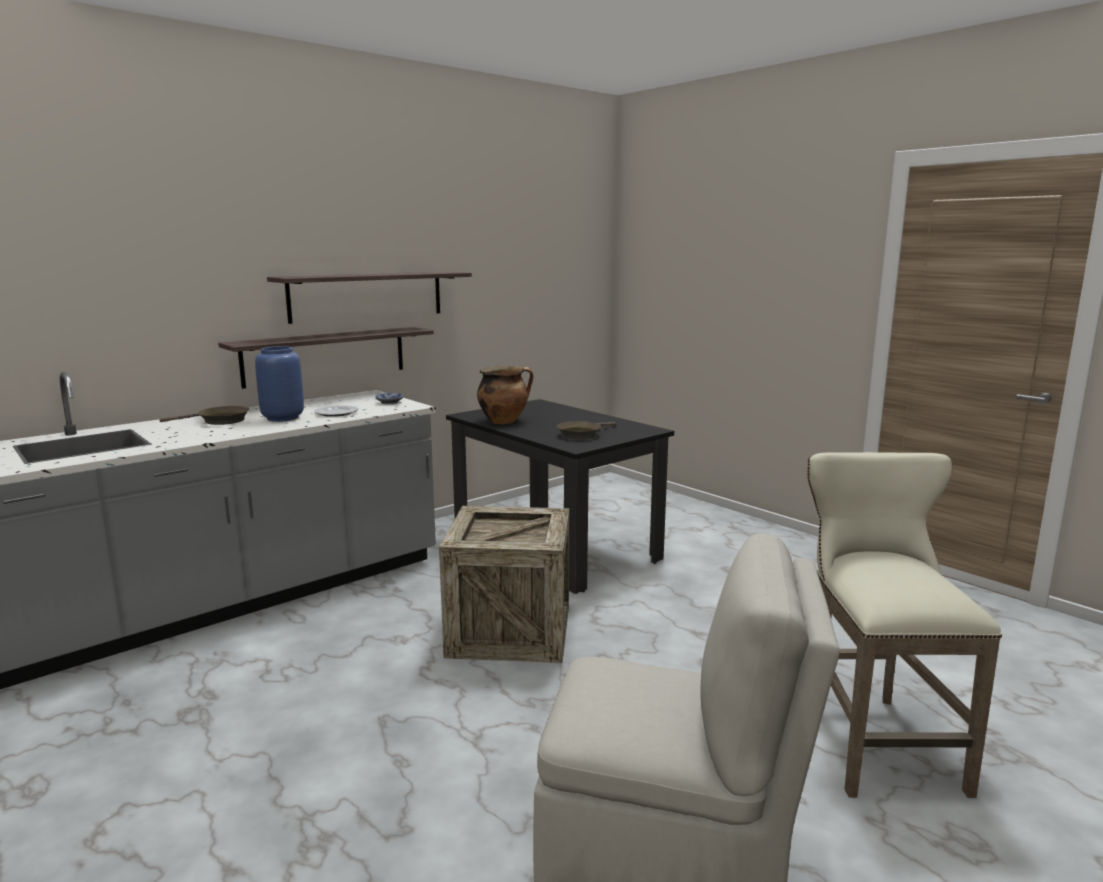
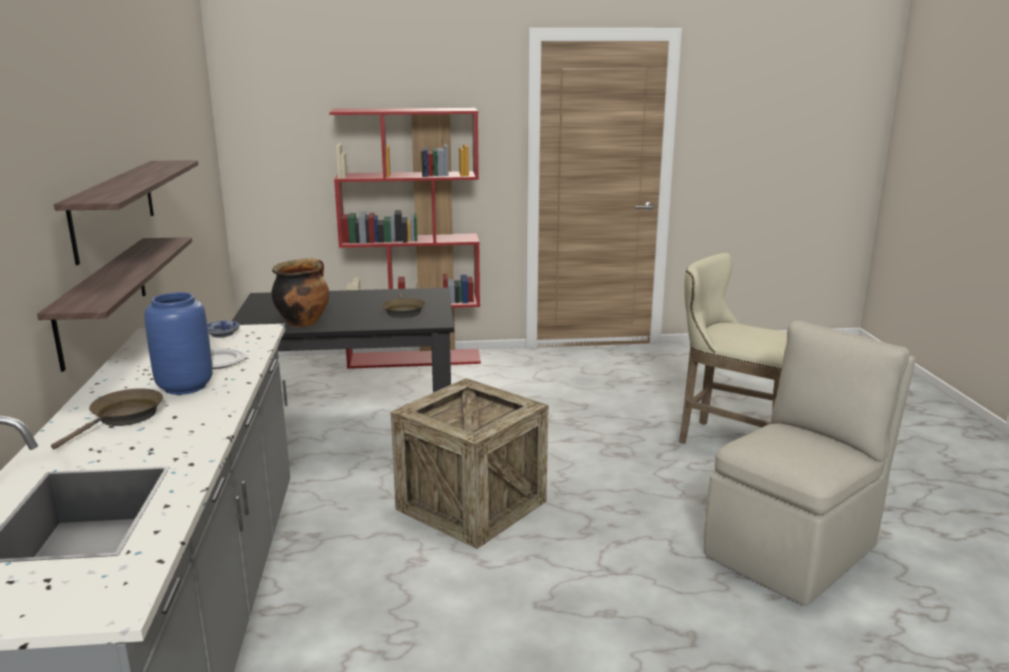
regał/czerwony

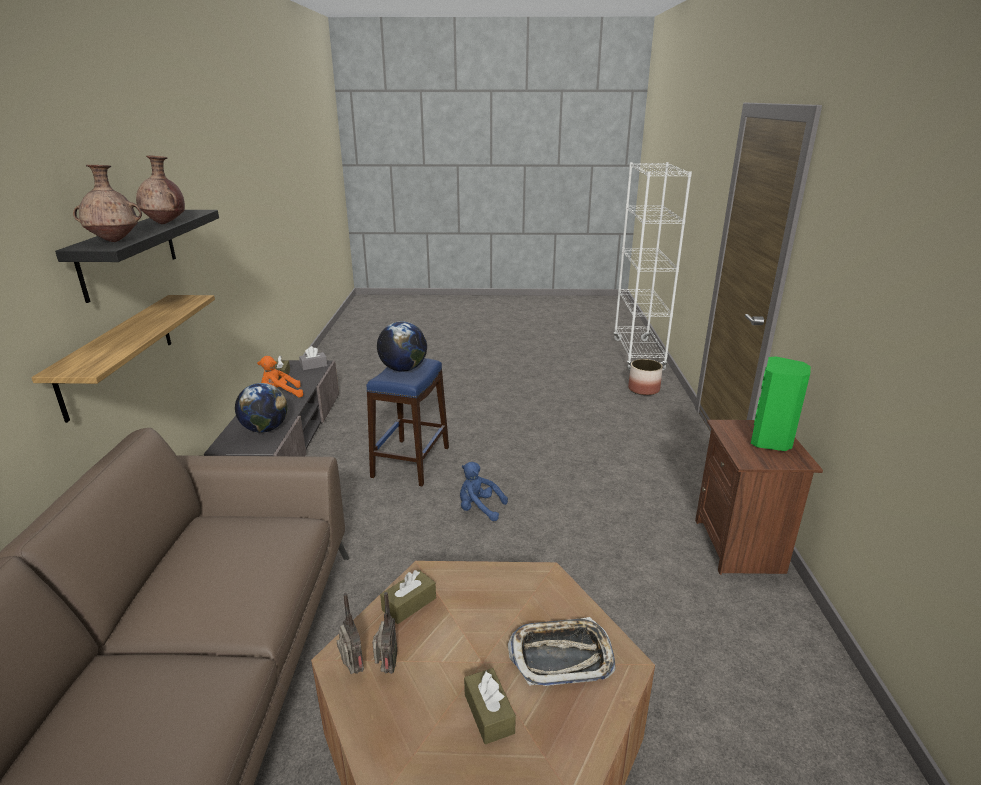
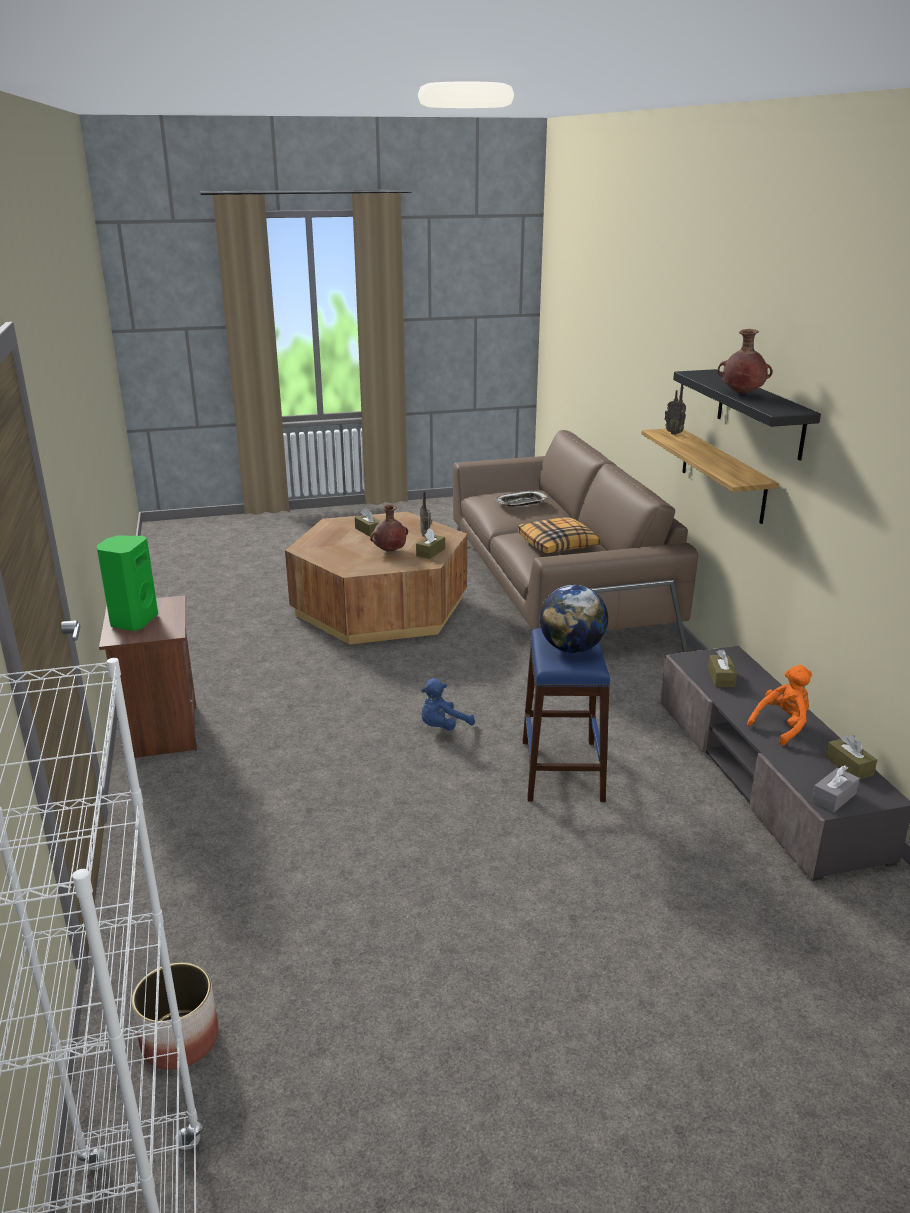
wazon/brązowy (1st from left); pudełko chusteczek/brązowy (3rd from left); pluszak/niebieski; radio (2nd from left); taca; poduszka

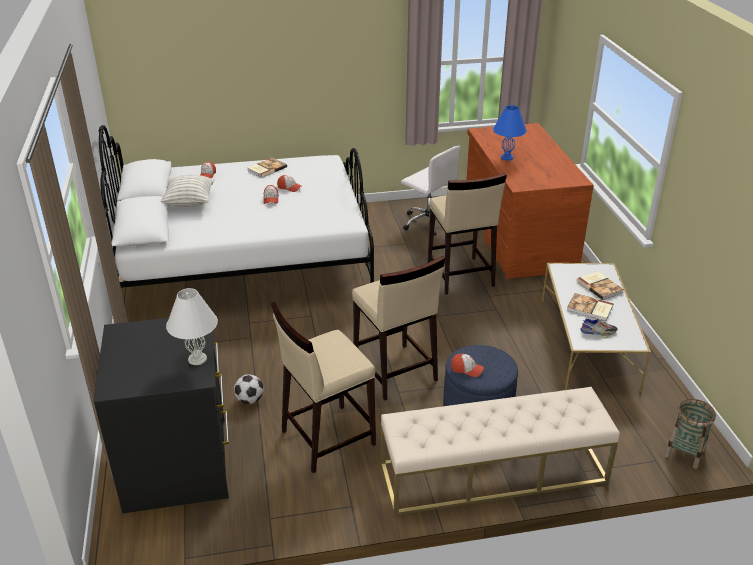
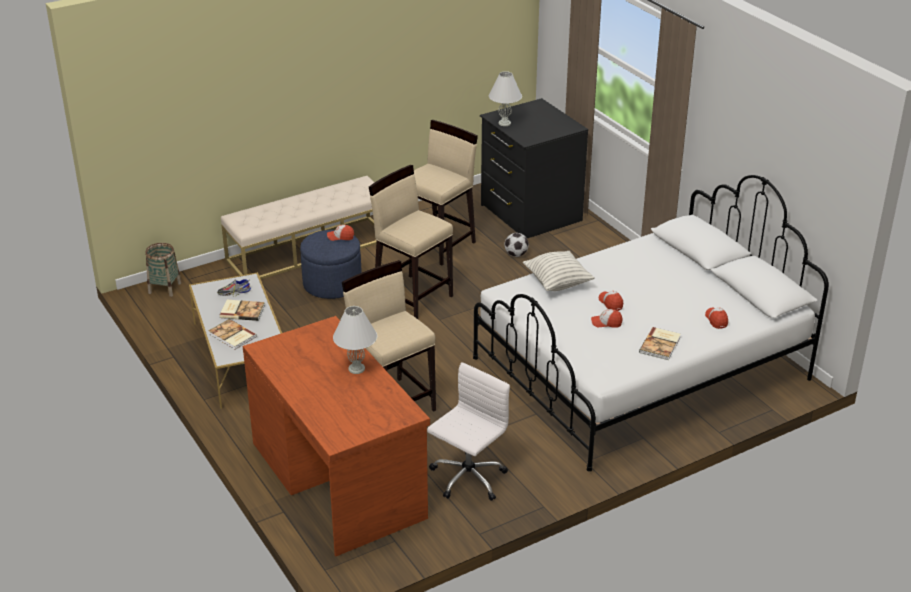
lampa stołowa/biały (1st from left); krzesło biurowe/biały; poduszka

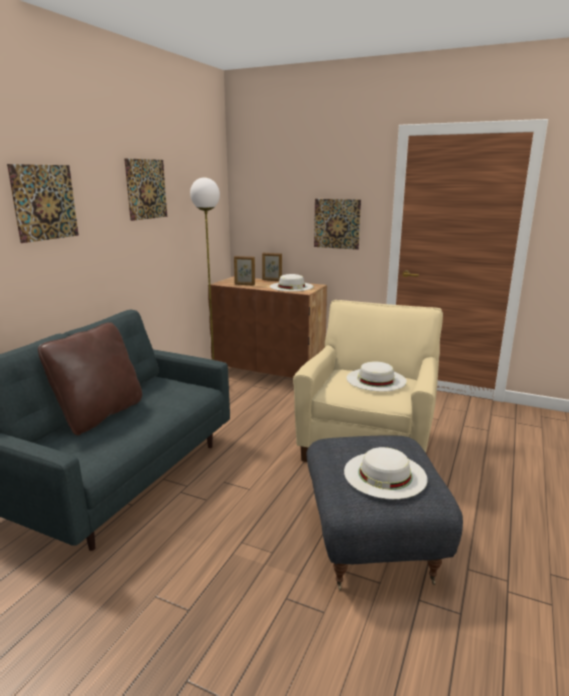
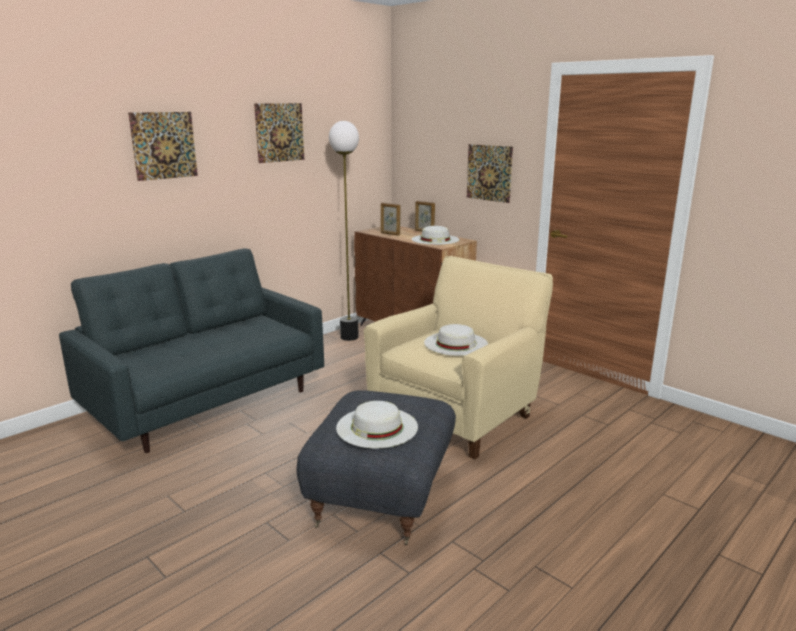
poduszka/brązowy

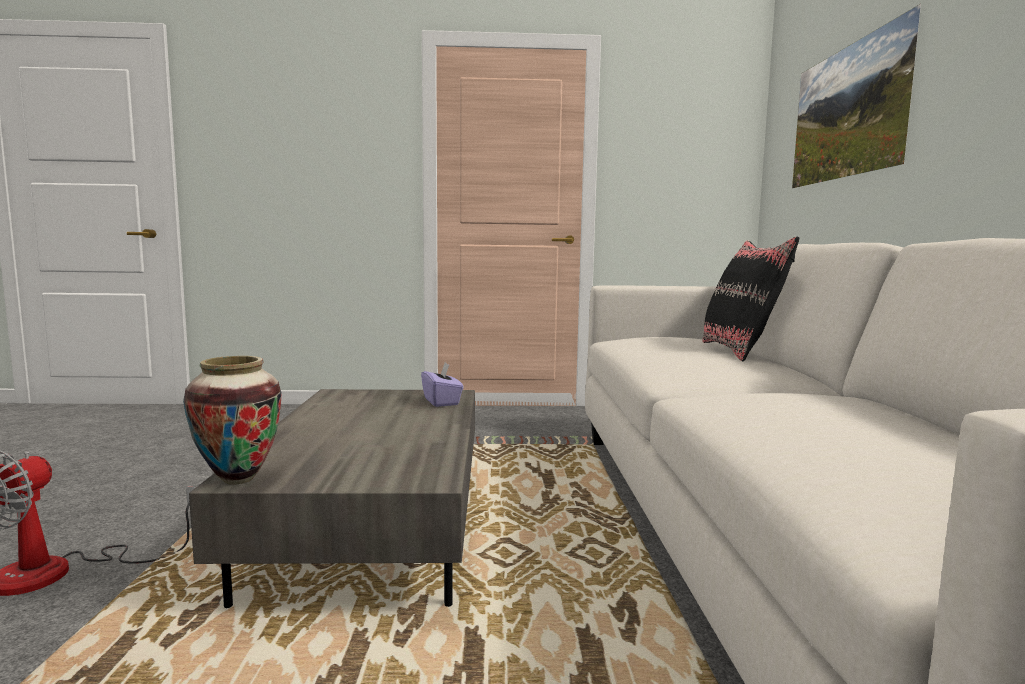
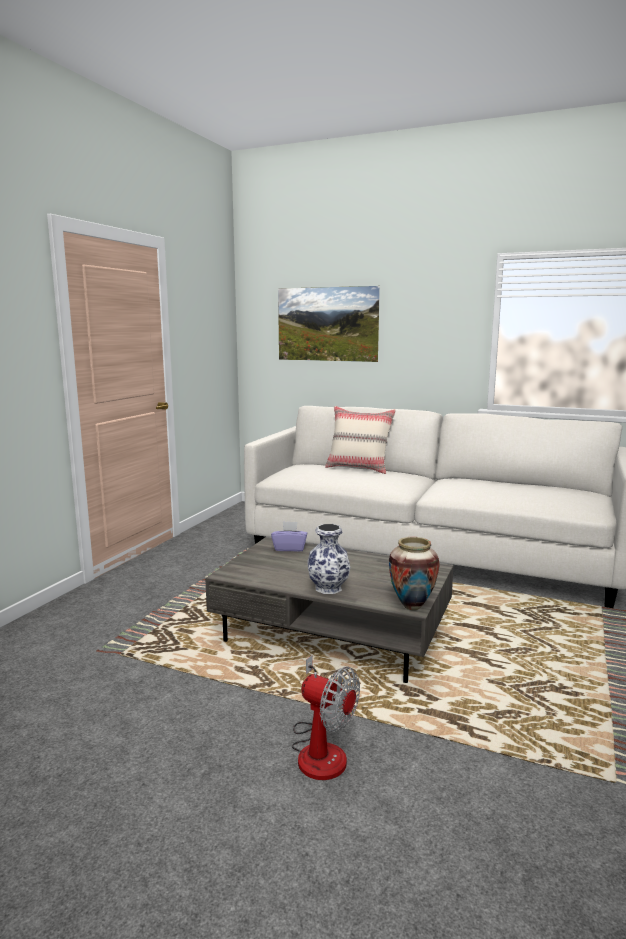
poduszka/beżowy; wazon (1st from left)

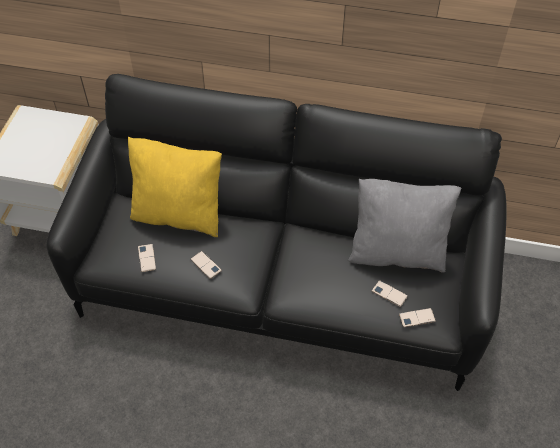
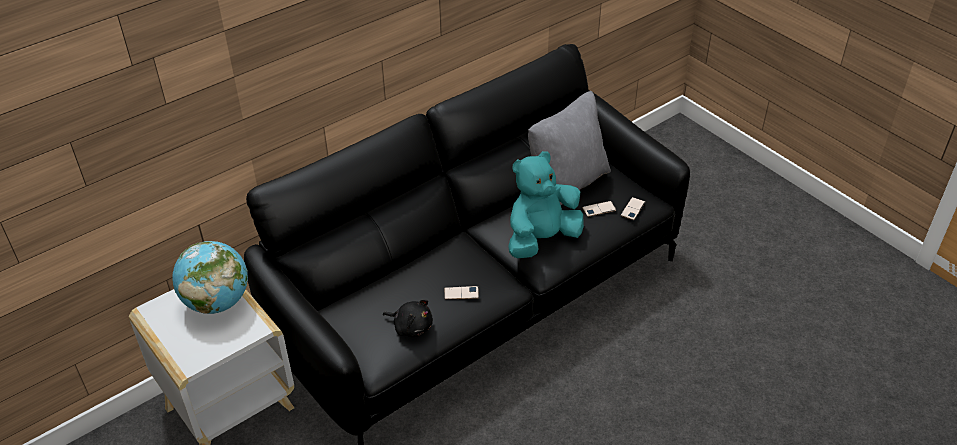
poduszka/żółty; pluszak/czarny; pluszak/turkusowy; globus

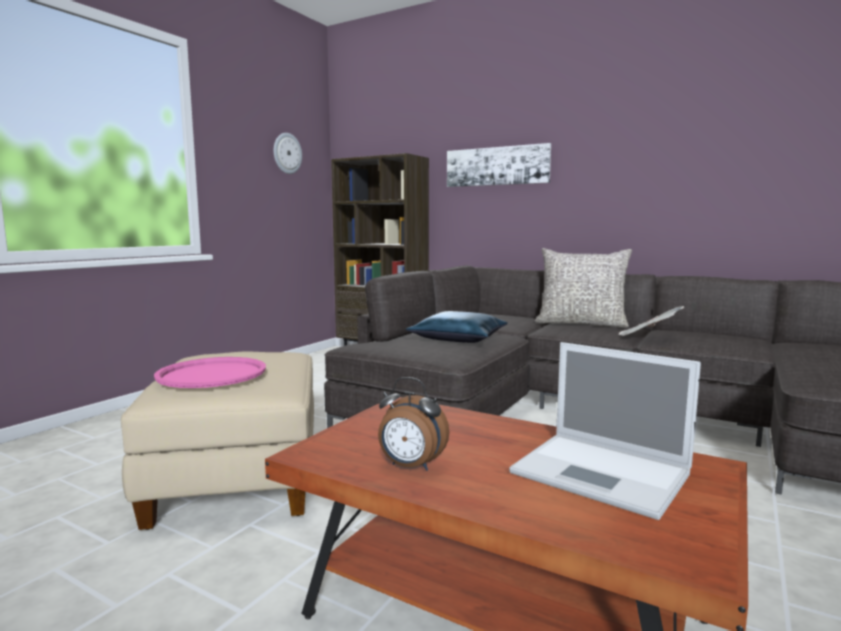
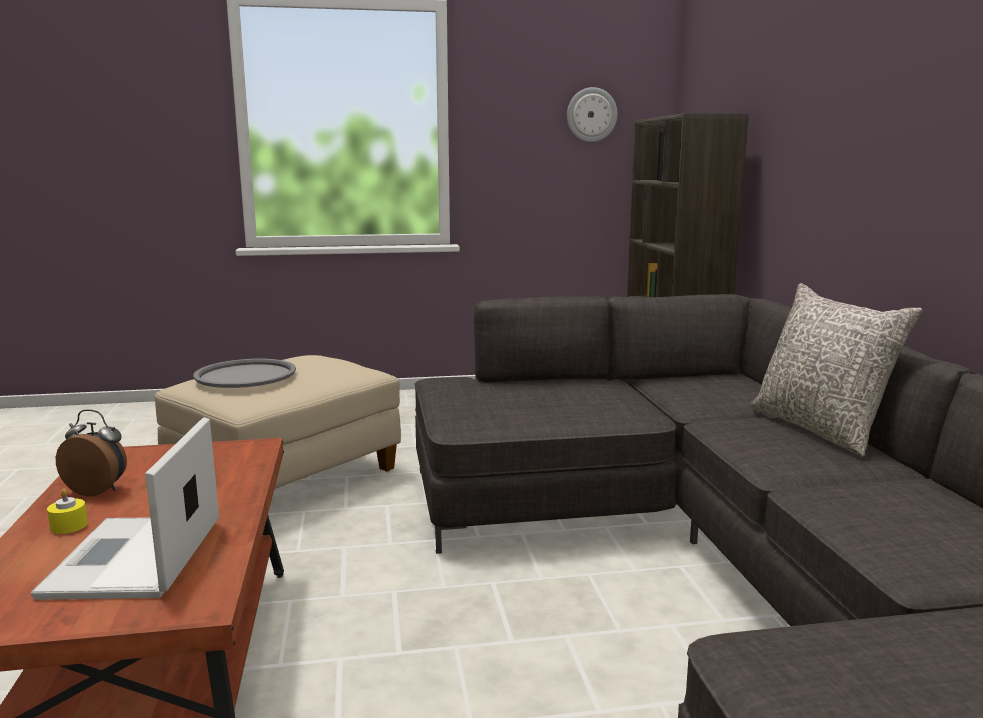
obraz; gazeta; poduszka/niebieski; taca/szary; budzik; świeca/żółty

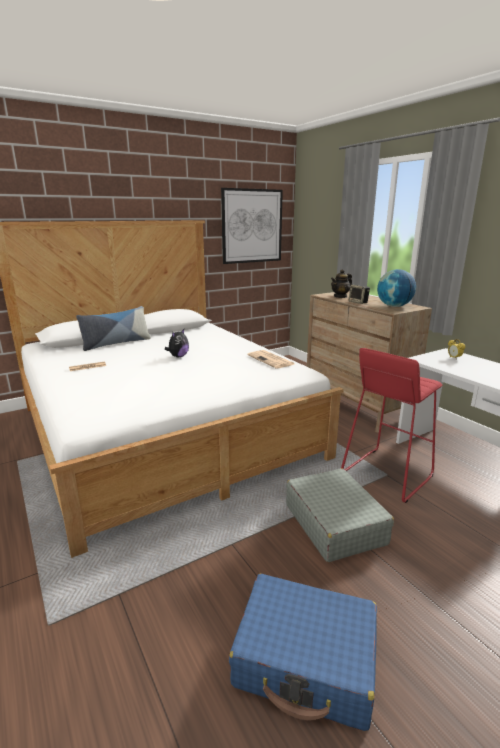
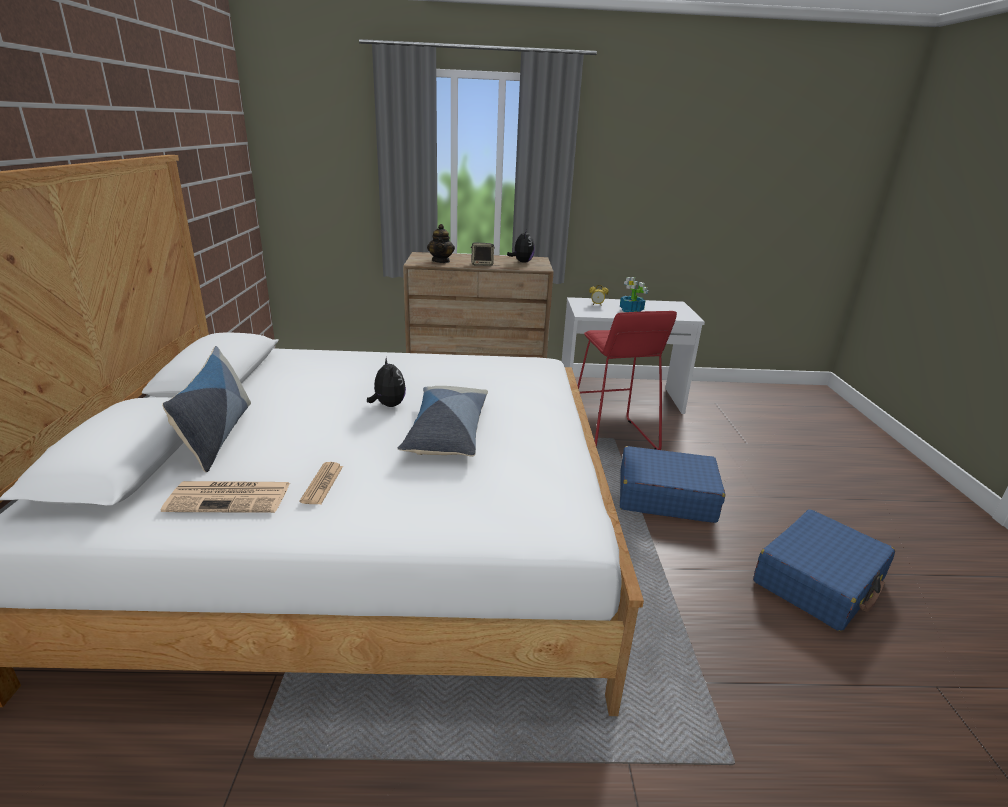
obraz; pluszak (2nd from left); gazeta (1st from left); walizka/niebieski (1st from left); roślina doniczkowa; poduszka (2nd from left)

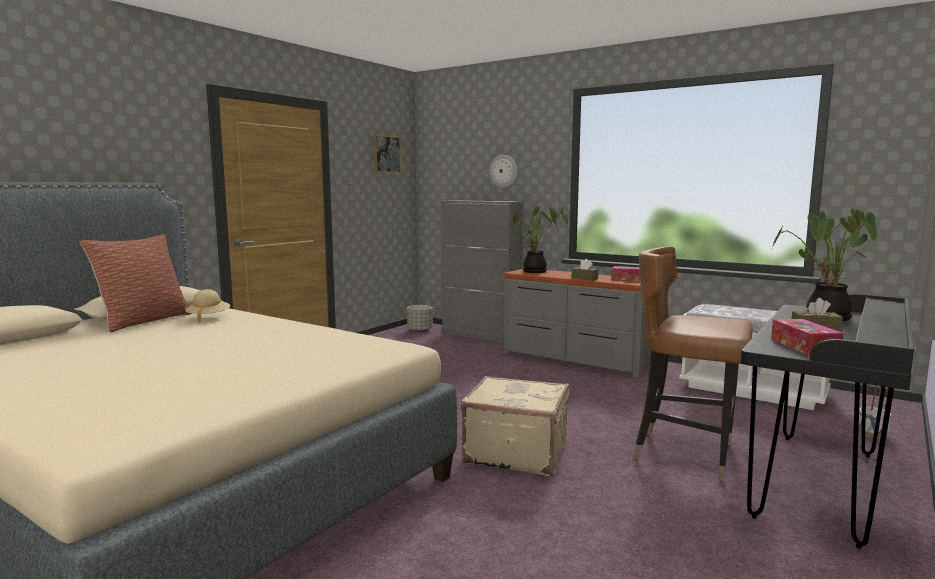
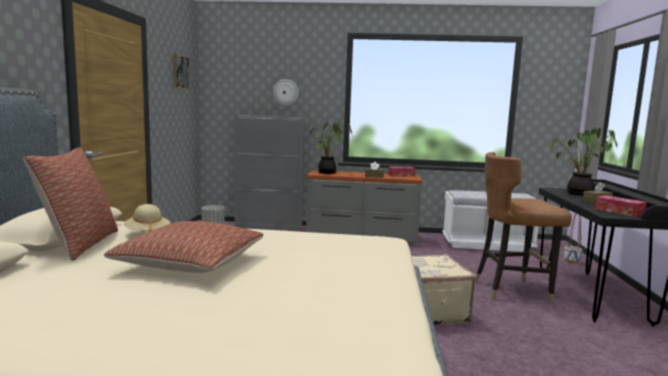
poduszka (2nd from left)

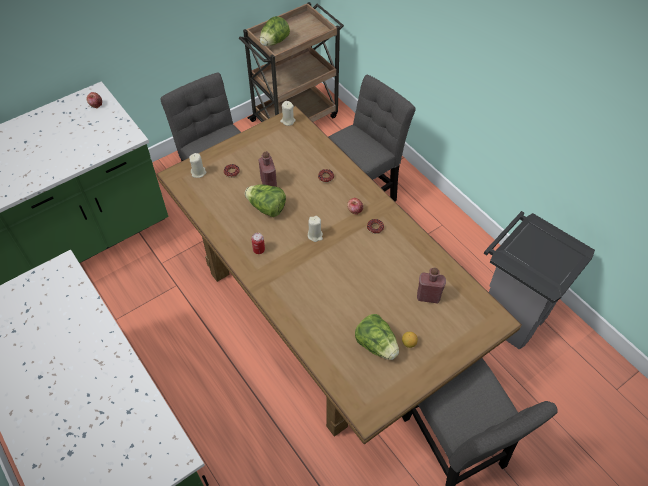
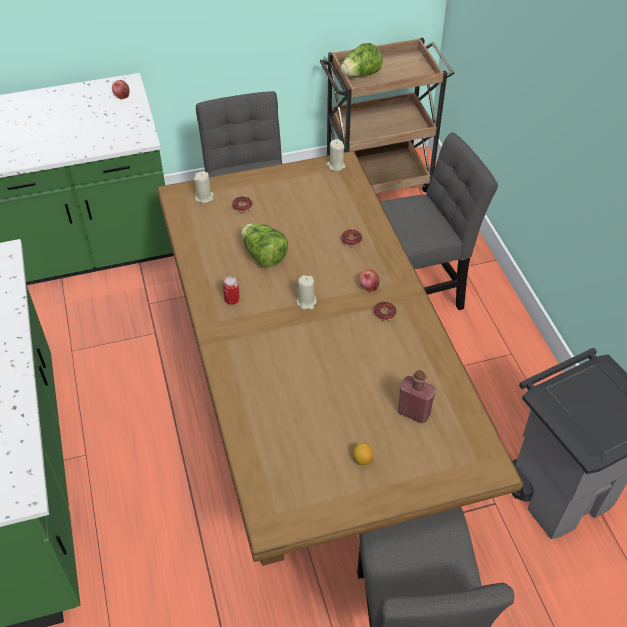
butelka/czerwony (1st from left in the first image); sałata (3rd from left in the first image)

